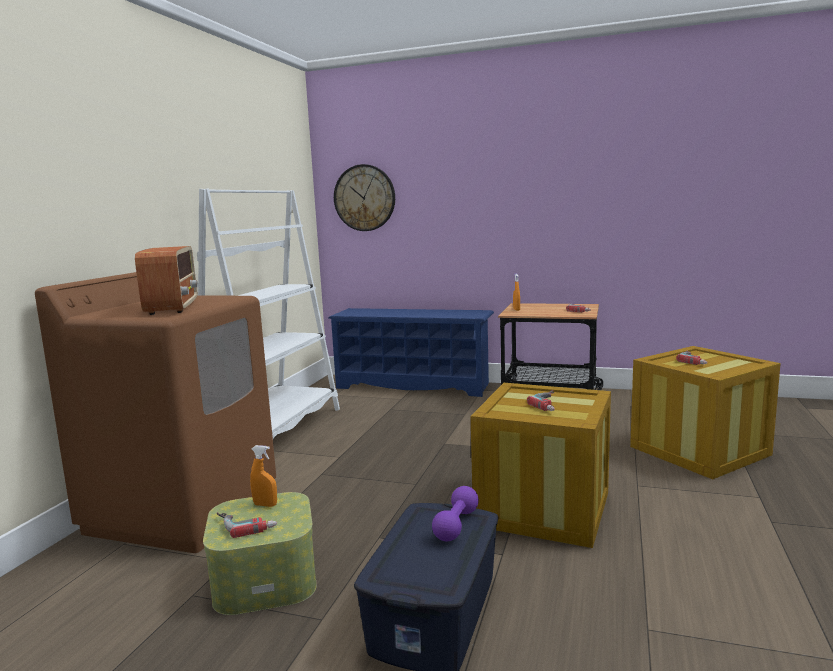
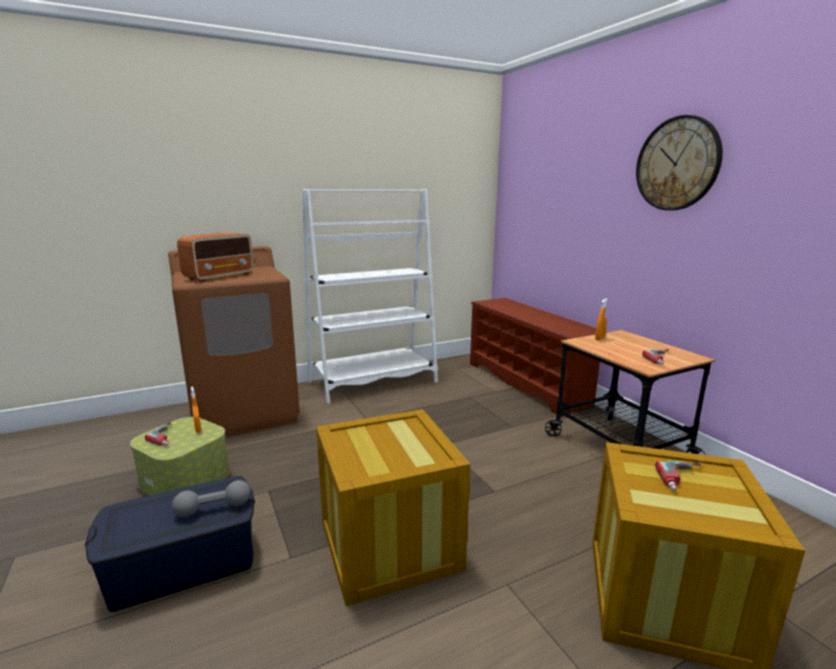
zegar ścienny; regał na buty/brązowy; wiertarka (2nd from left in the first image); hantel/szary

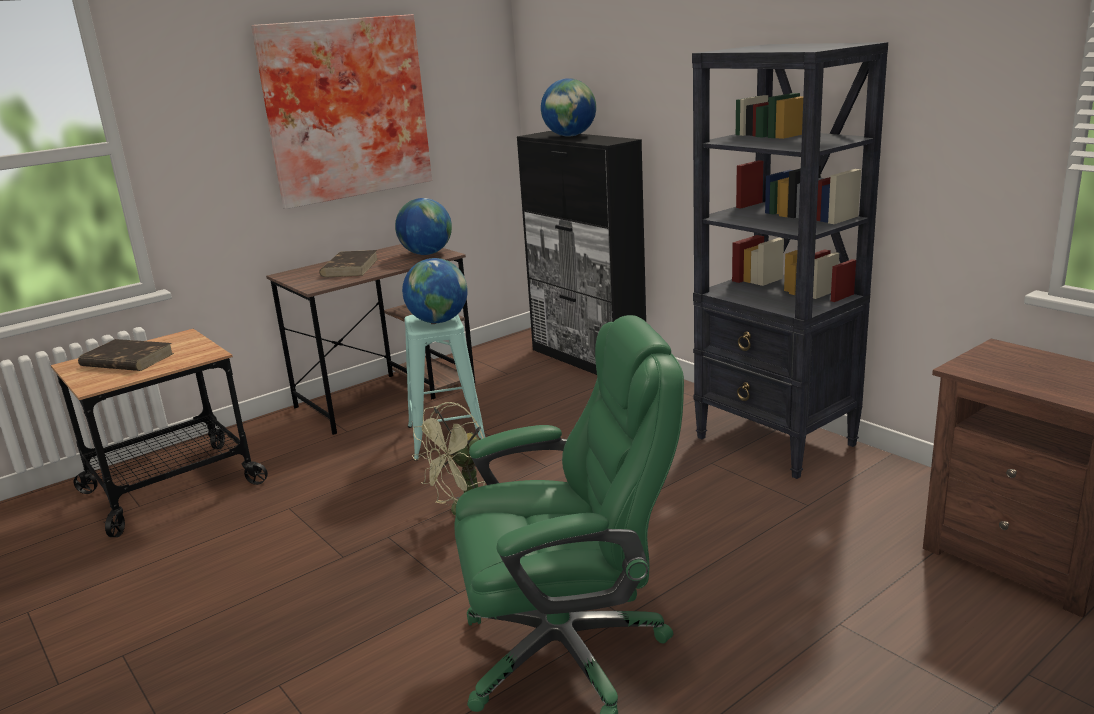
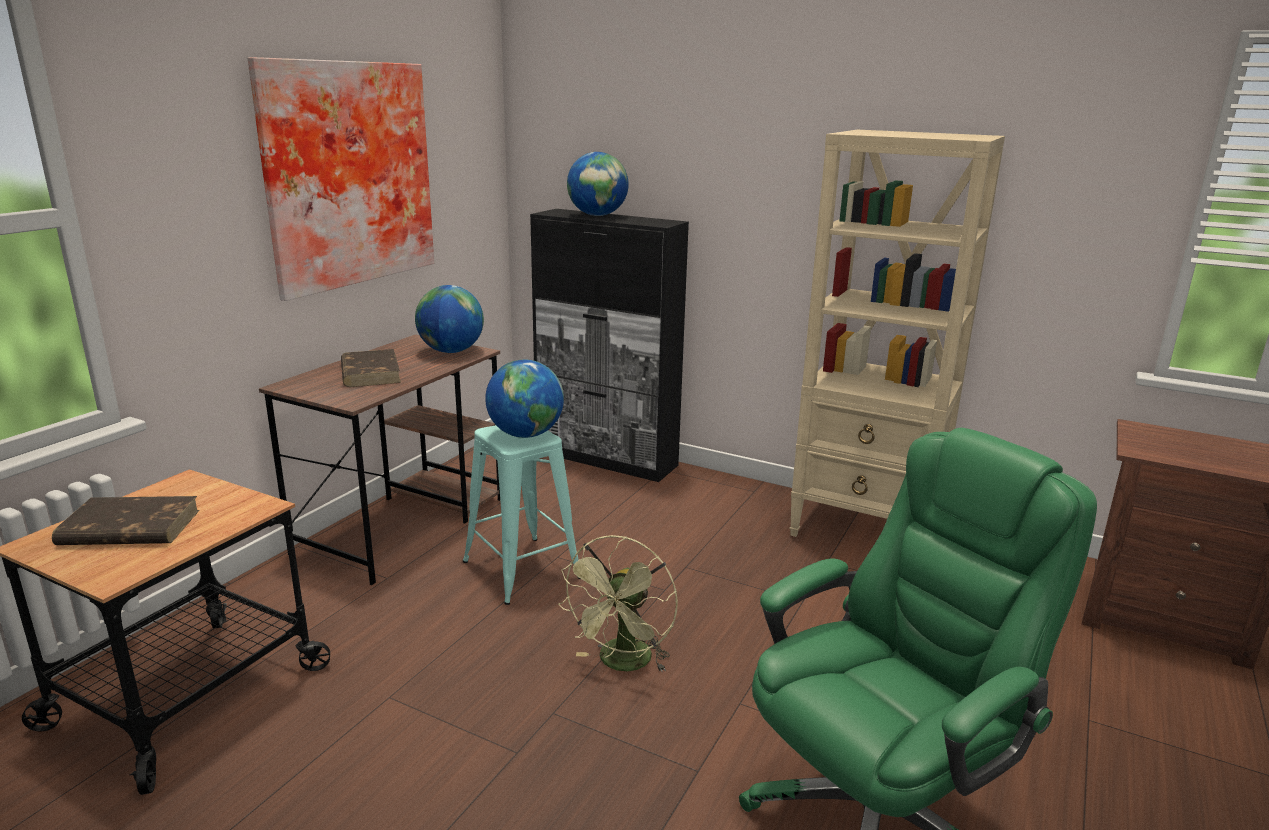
regał/beżowy

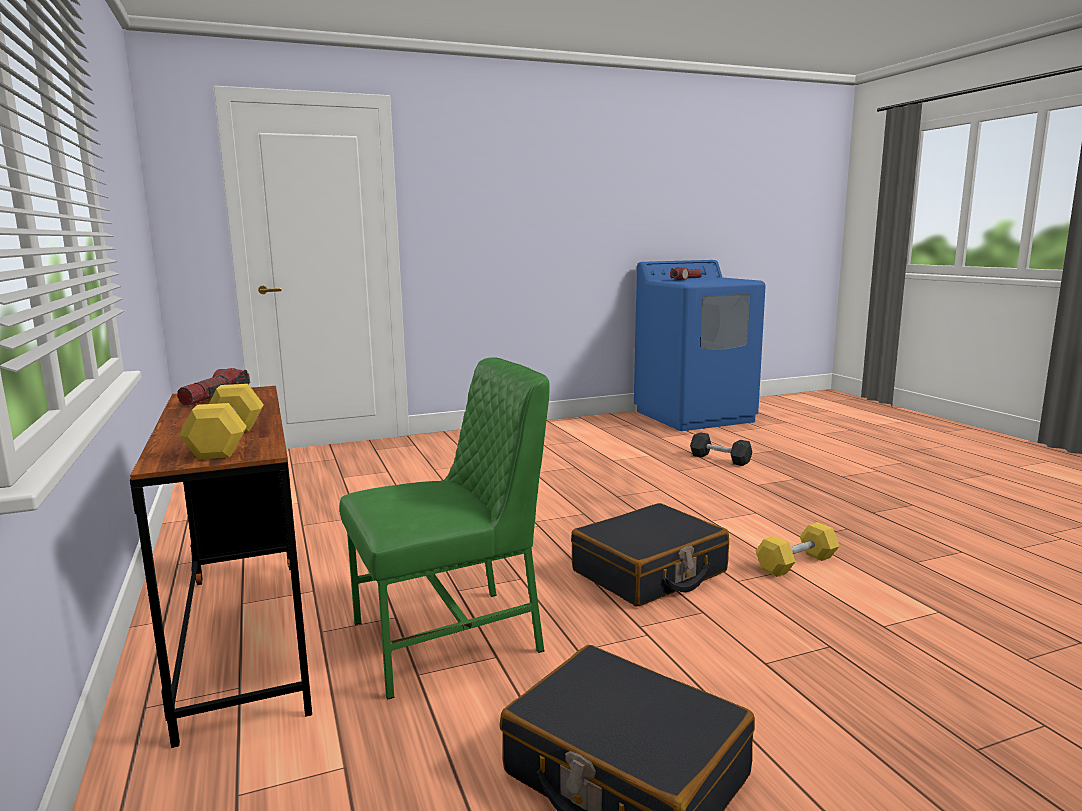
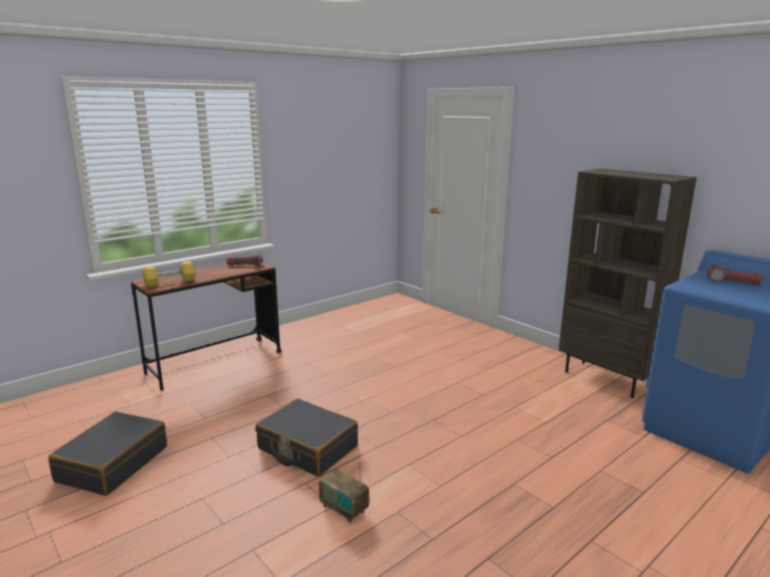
krzesło/zielony; hantel/czarny; radio; regał/brązowy

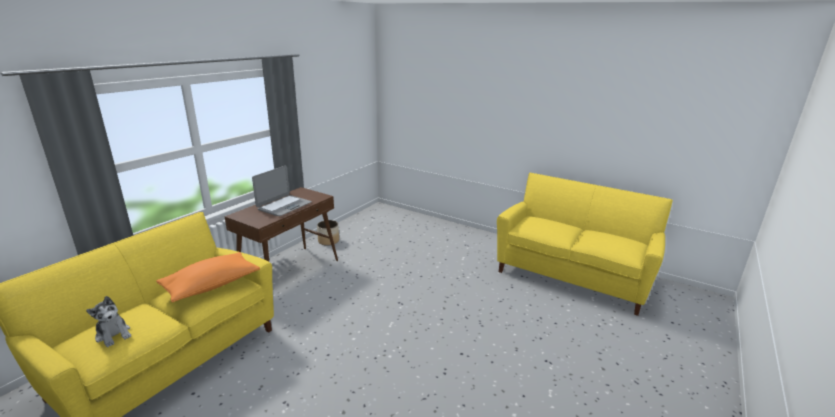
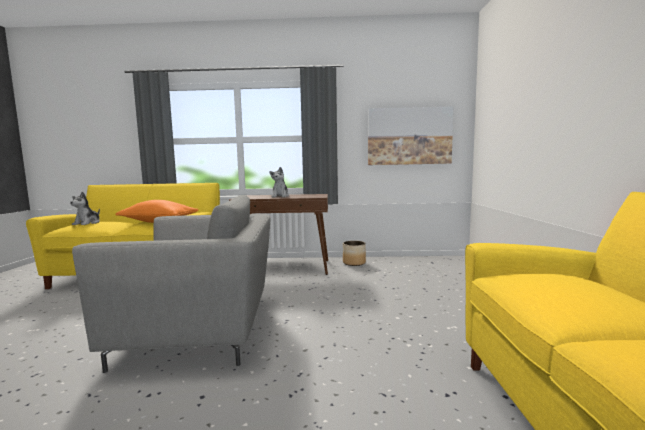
pluszak (2nd from left); obraz; fotel/szary

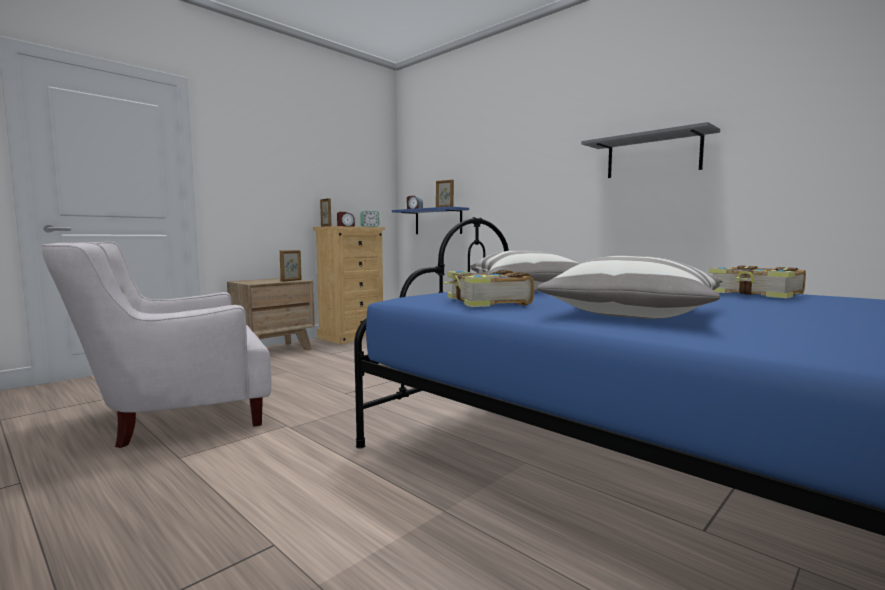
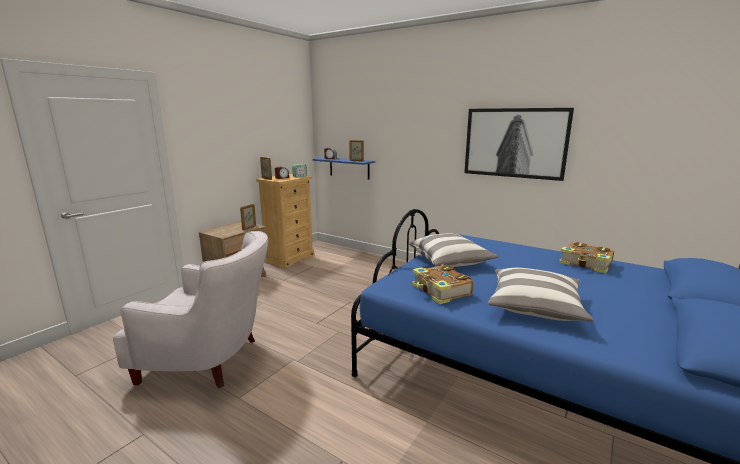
obraz; fotel/biały

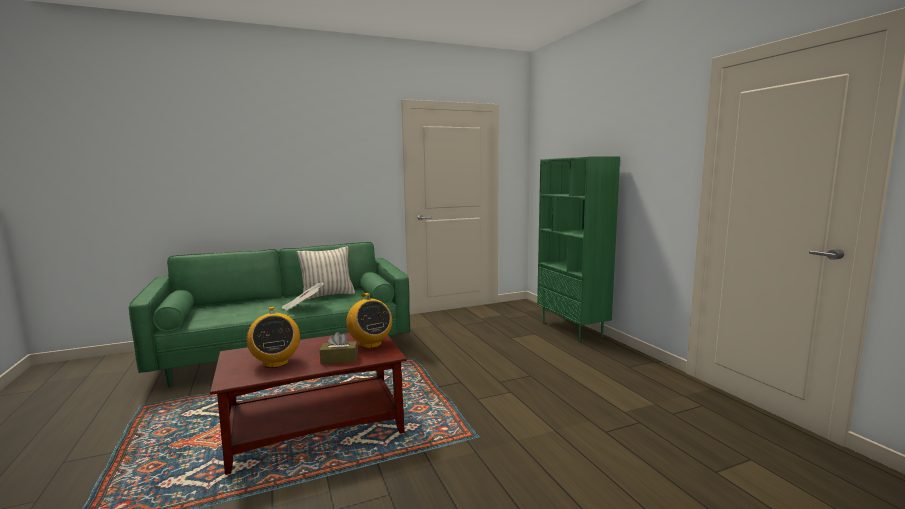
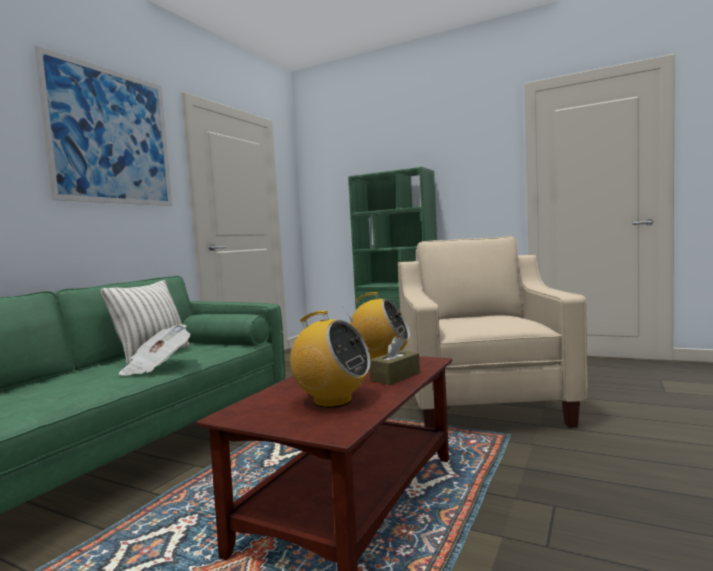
obraz; fotel/beżowy

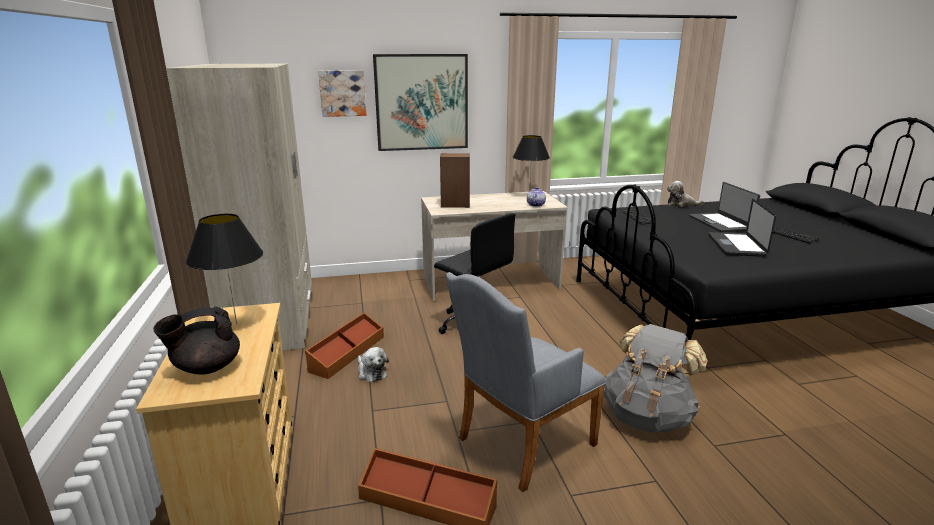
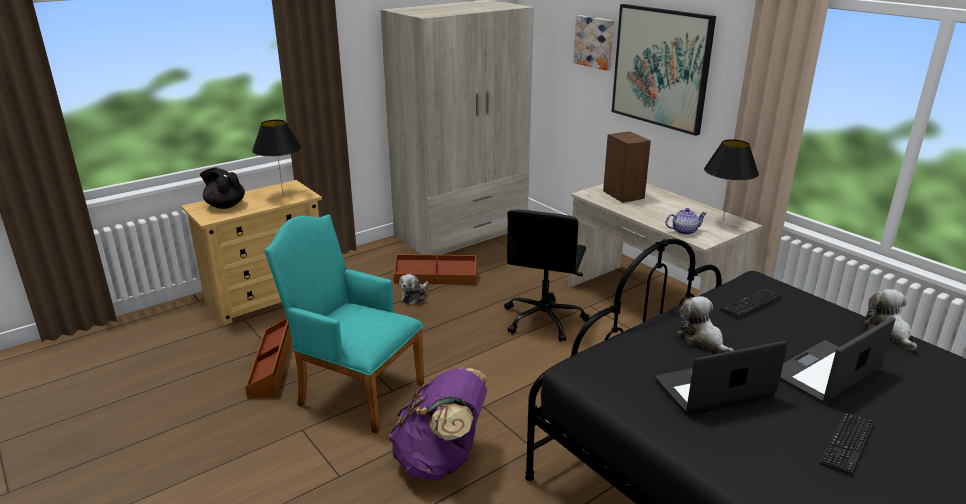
fotel/turkusowy; plecak/fioletowy; pluszak (2nd from left)

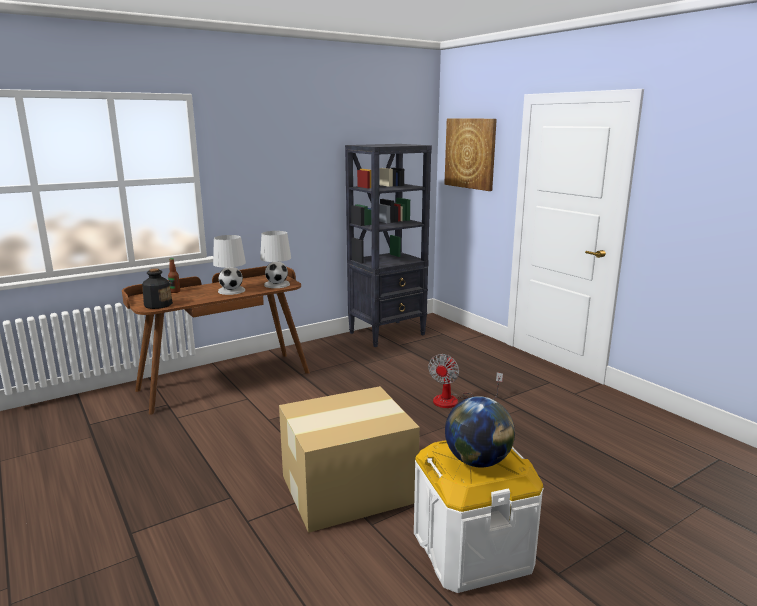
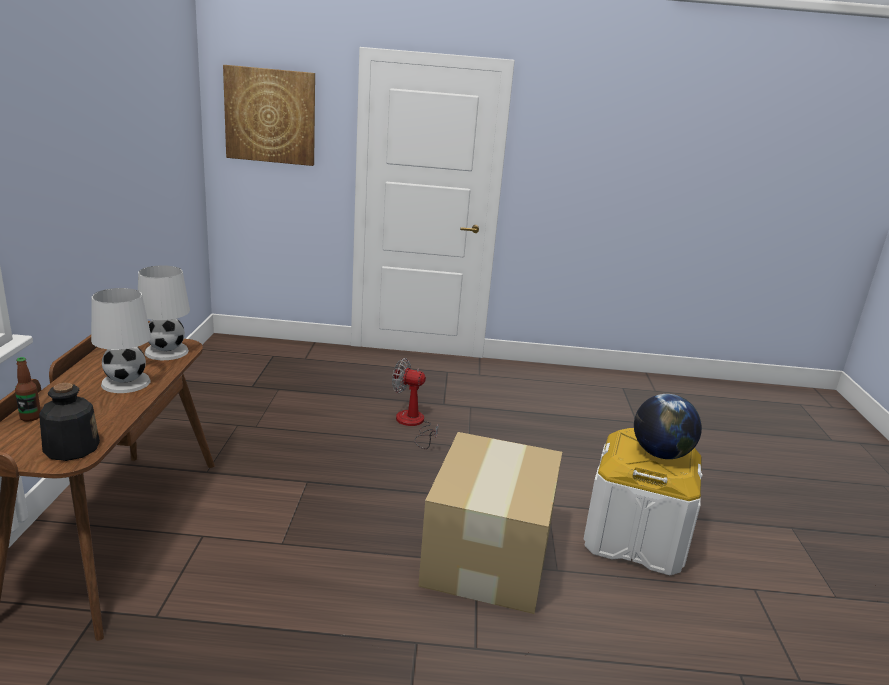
regał/czarny; wentylator

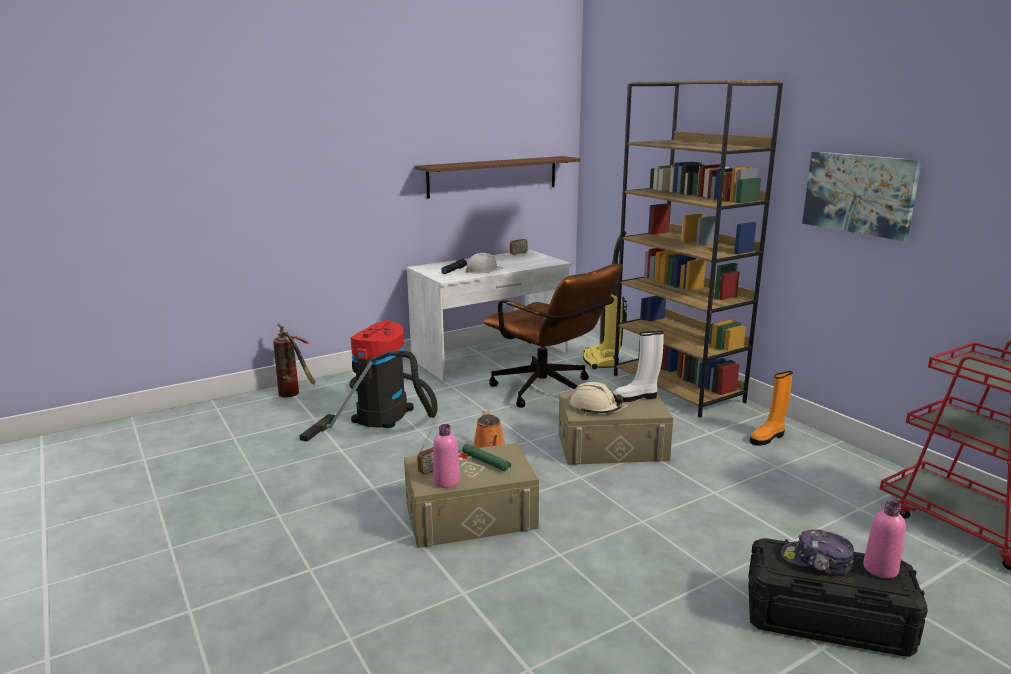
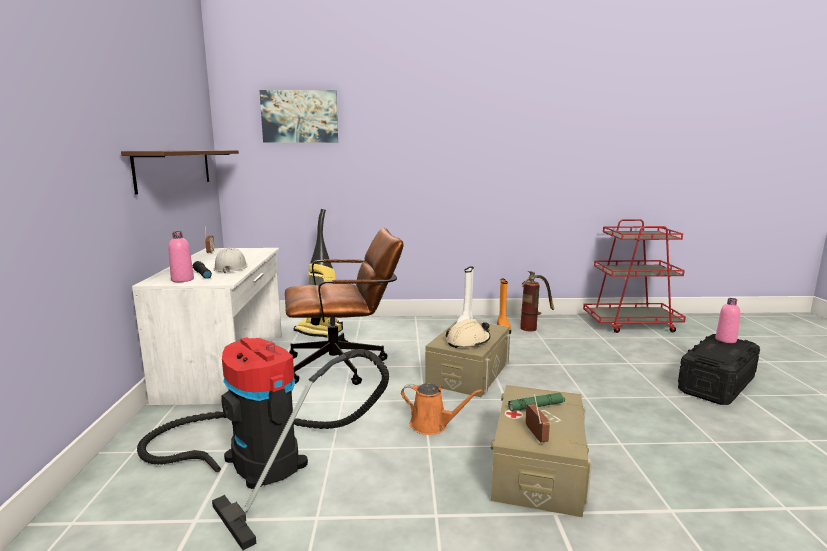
regał/brązowy; obraz; gaśnica; butelka/różowy (1st from left); czapka z daszkiem

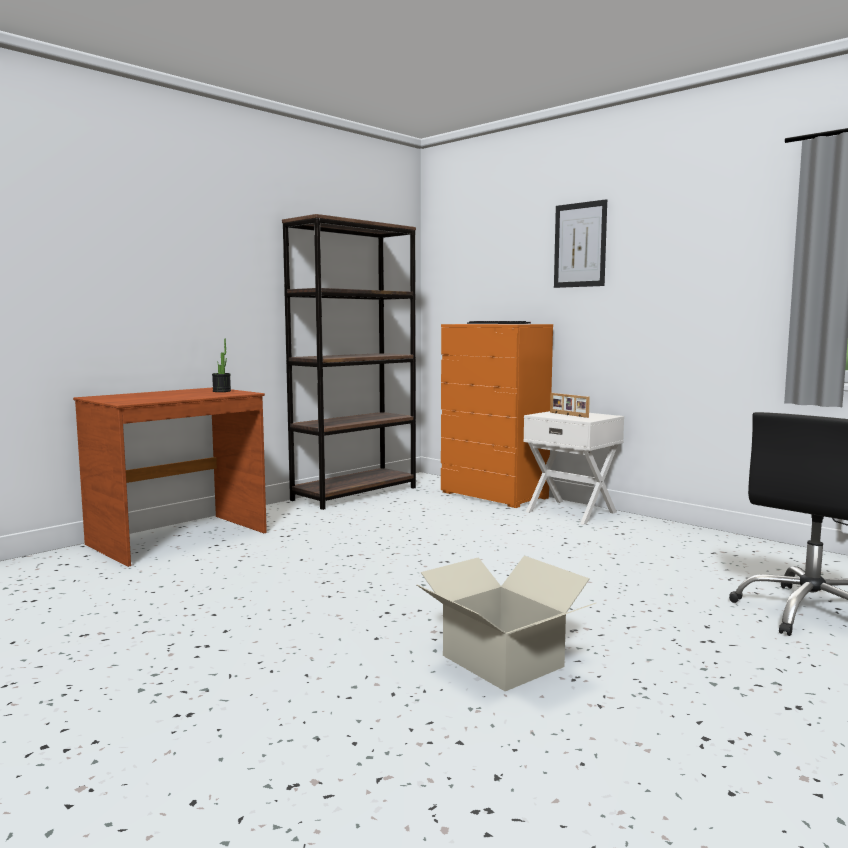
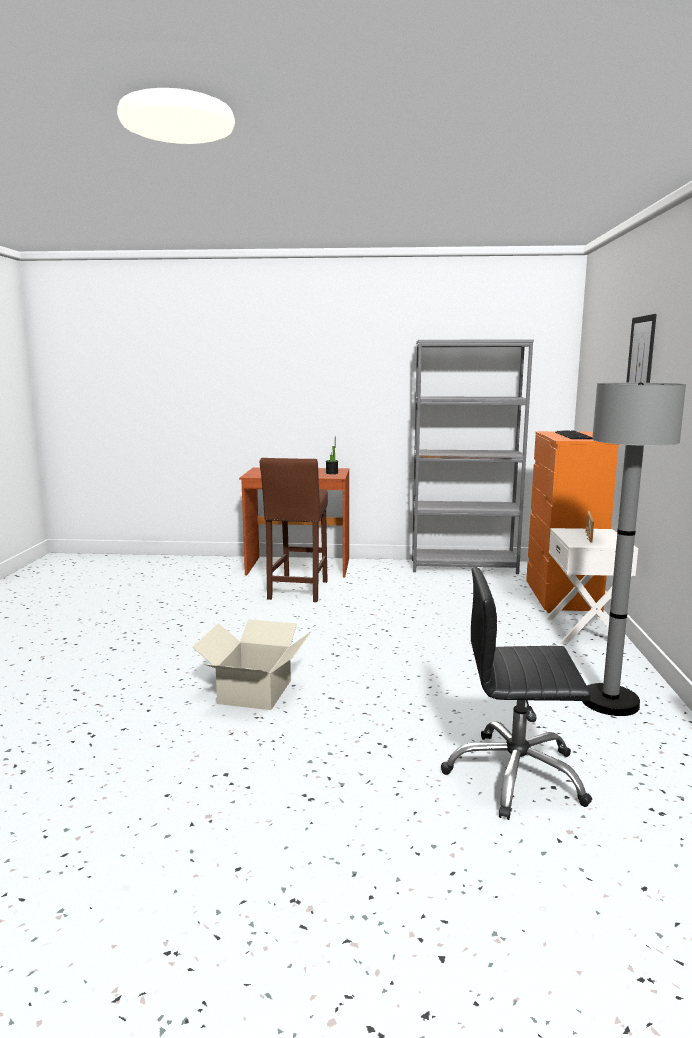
regał/szary; lampa stojąca/szary; stołek/brązowy

